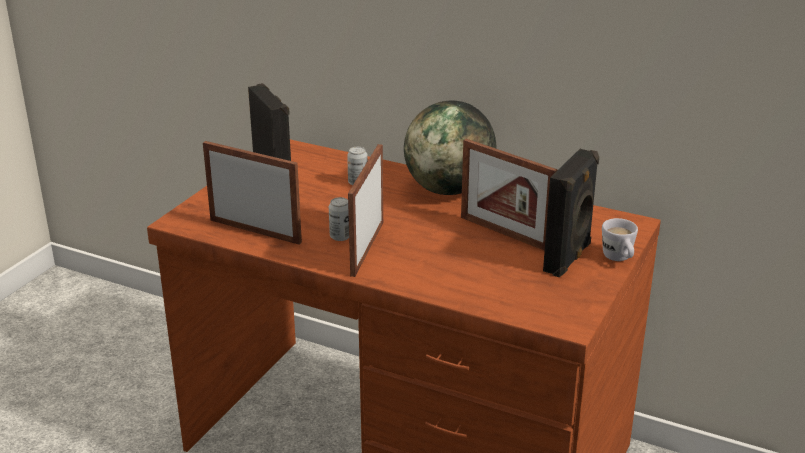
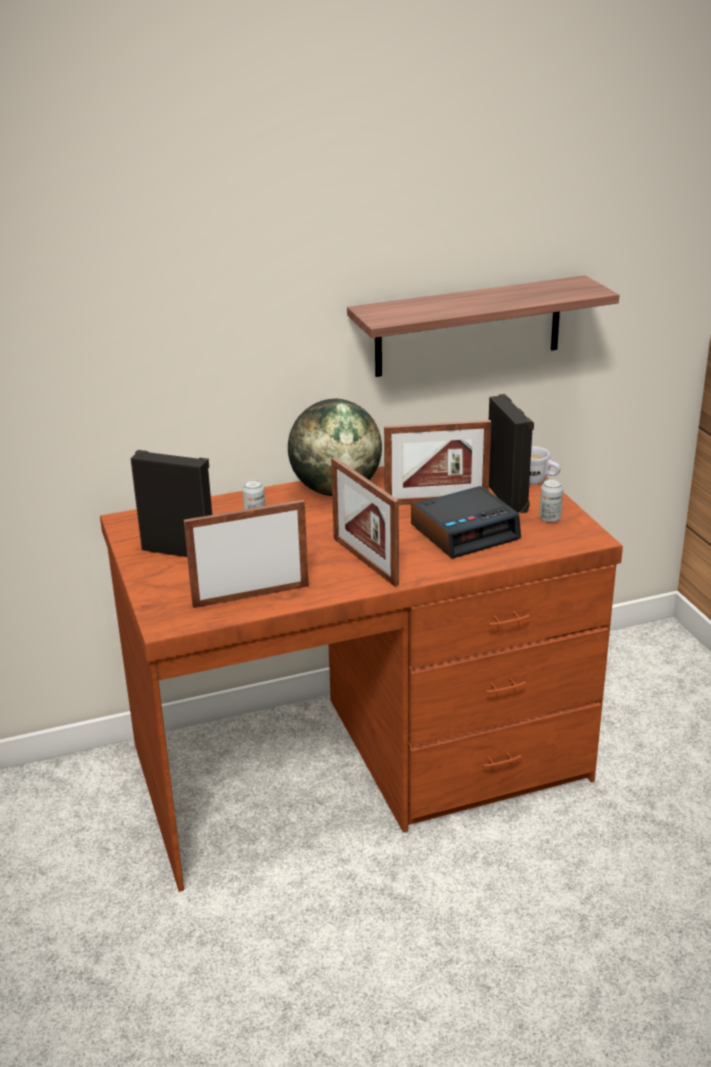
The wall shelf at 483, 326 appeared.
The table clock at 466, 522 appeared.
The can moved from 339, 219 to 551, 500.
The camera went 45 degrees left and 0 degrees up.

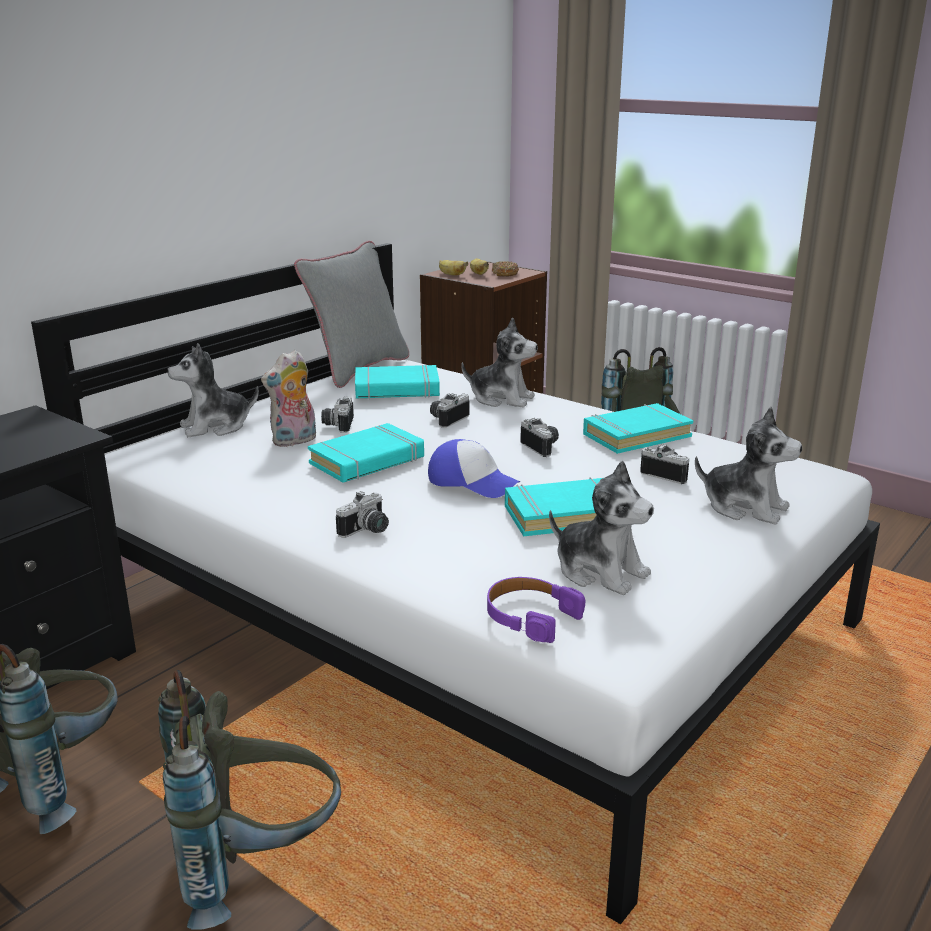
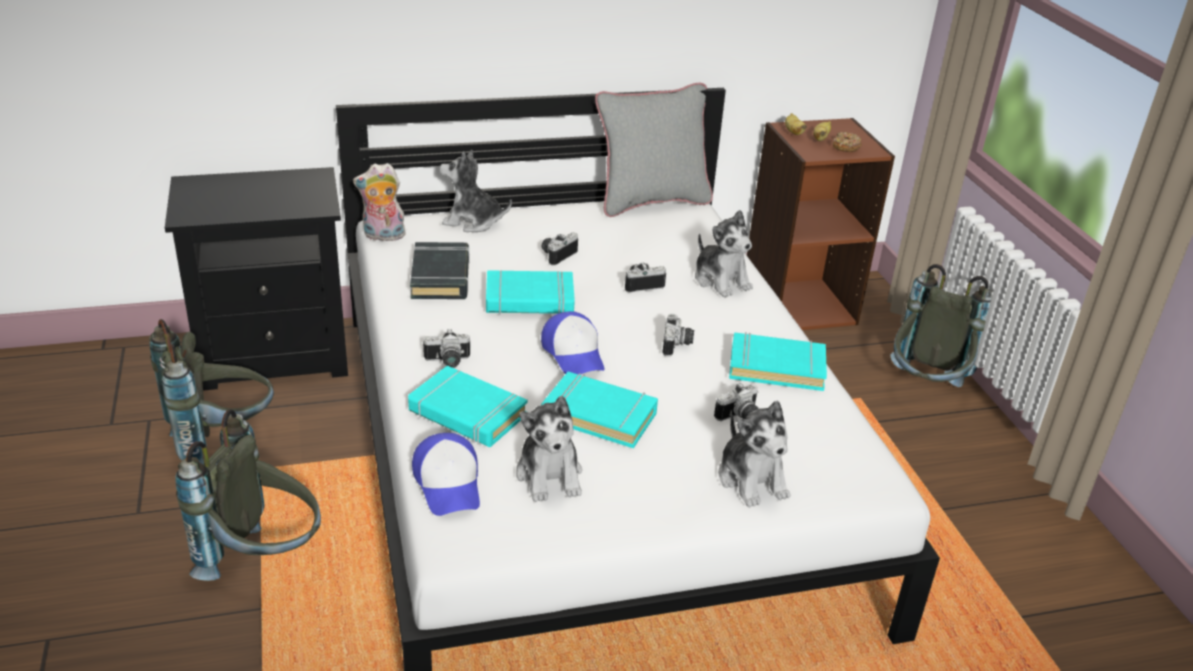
The cuddly toy moved from 288, 398 to 379, 202.
The bound book in turquoise moved from 397, 382 to 468, 406.
The bound book in black-coloured at 439, 270 appeared.
The headset in purple at 536, 610 was replaced by the cap at 446, 474.
The still camera at 664, 464 turned 75 degrees clockwise.
The camera went 35 degrees right and 10 degrees up.

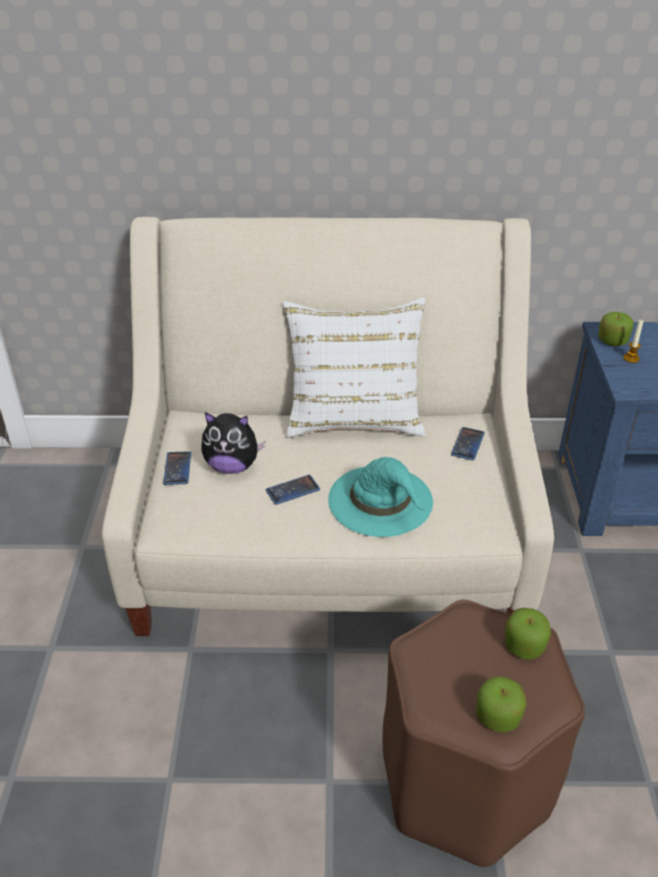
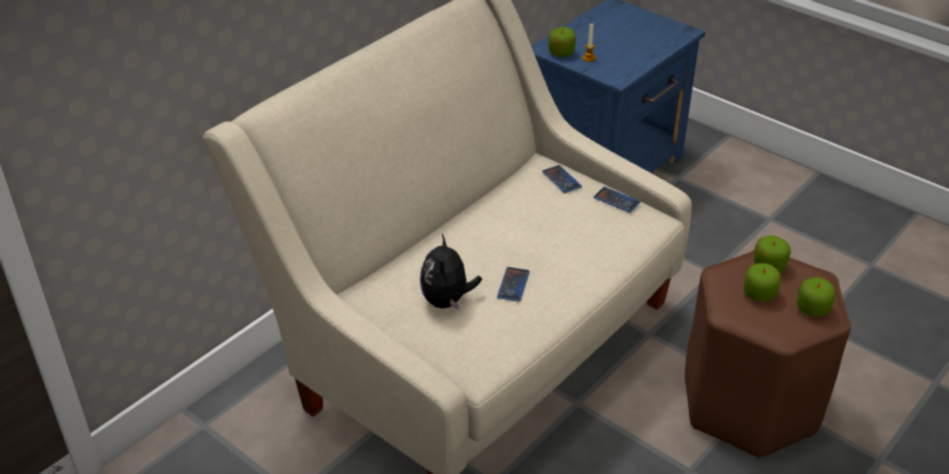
The cuddly toy at 233, 443 turned 135 degrees clockwise.
The telephone moved from 177, 468 to 617, 200.
The whole apple at 762, 282 appeared.
The throw pillow in white-coloured at 354, 368 disappeared.
The clothing hat in turquoise at 380, 497 disappeared.
The camera went 50 degrees left and 0 degrees up.

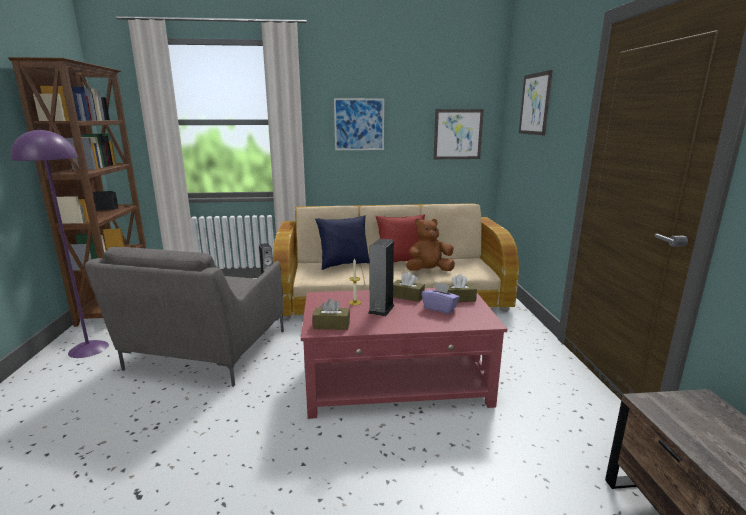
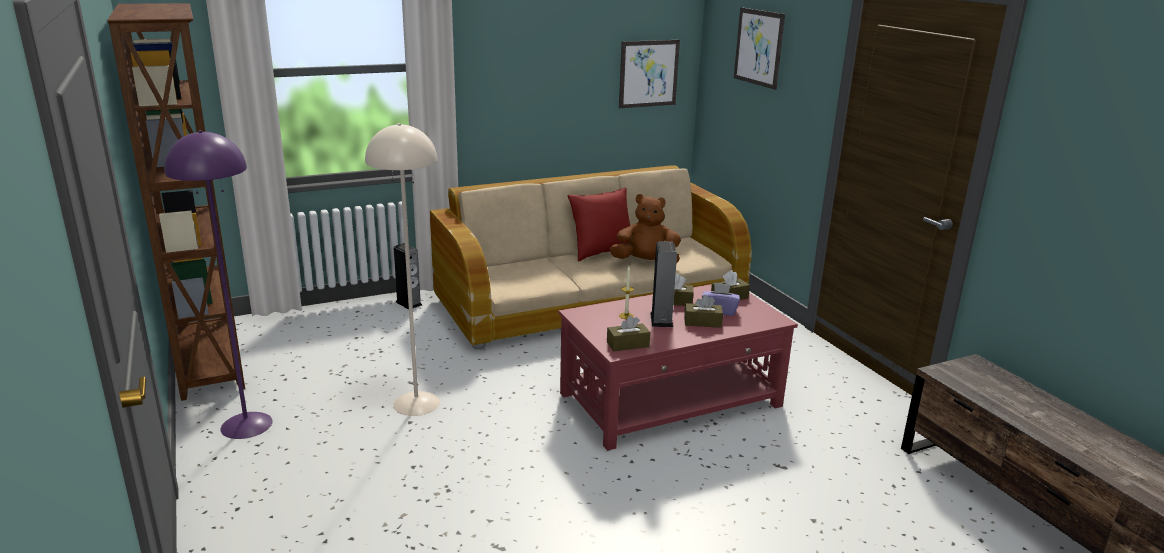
The lounge chair in gray at 184, 316 was replaced by the standing lamp in sand-coloured at 402, 269.
The cuddly toy in brown at 430, 244 turned 45 degrees clockwise.
The tissue holder in brown at 703, 311 appeared.
The throw pillow in blue-coloured at 342, 243 disappeared.
The wall art at 359, 124 disappeared.
The camera went 20 degrees left and 5 degrees up.

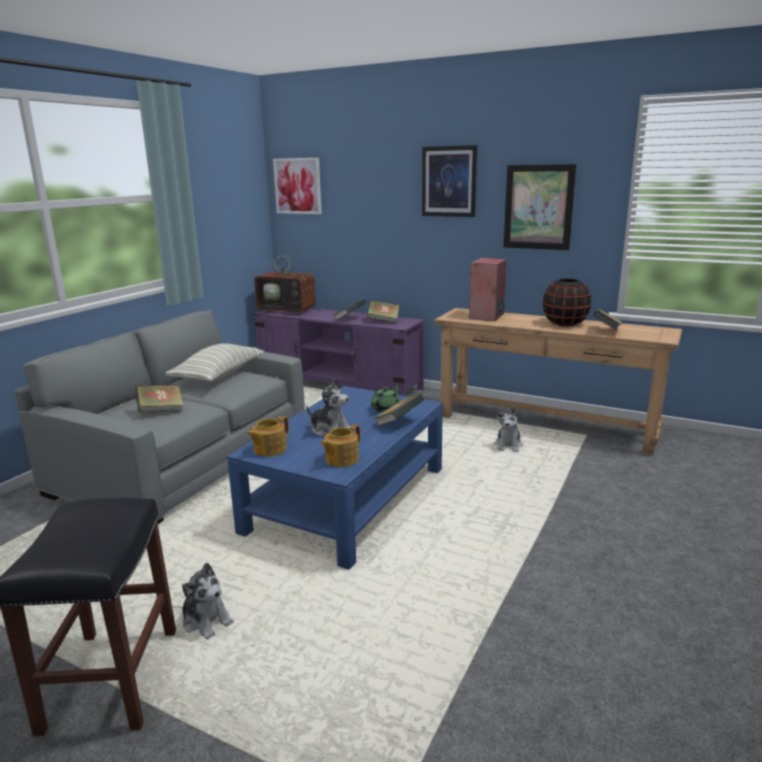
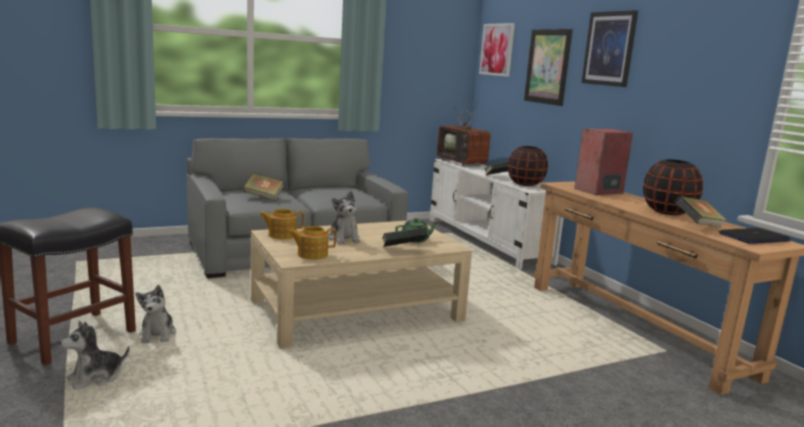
The cuddly toy moved from 509, 429 to 94, 355.
The coffee table in blue-coloured at 335, 478 became the coffee table in sand-coloured at 361, 284.
The media console in purple at 339, 352 became the media console in white-coloured at 497, 214.
The bound book at 383, 311 was replaced by the flower vase in black-coloured at 528, 166.
The wall art moved from 540, 207 to 548, 67.
The portable computer at 755, 236 appeared.
The throw pillow at 214, 362 disappeared.
The camera went 35 degrees right and 5 degrees down.

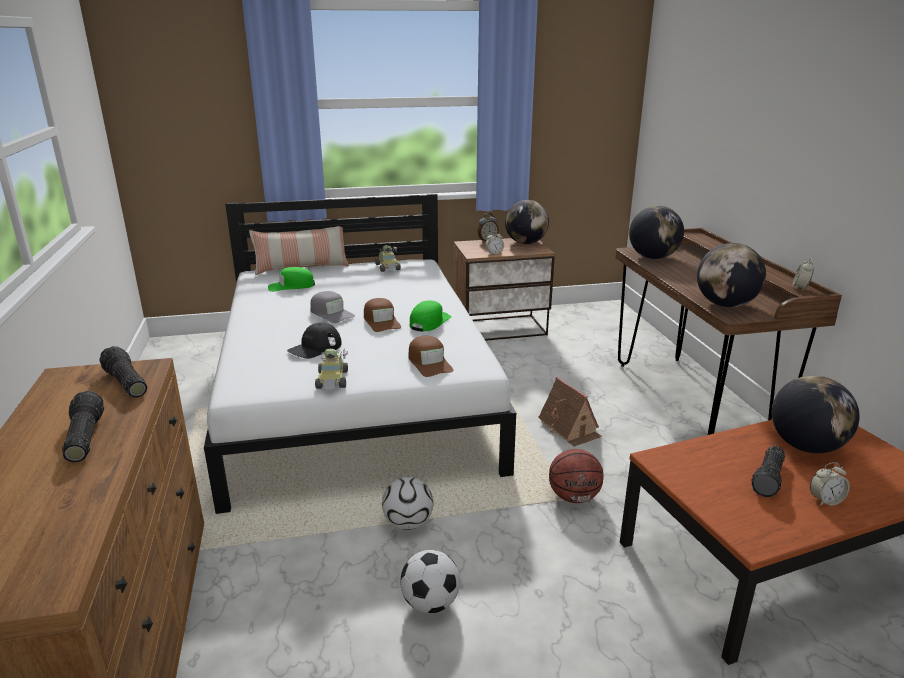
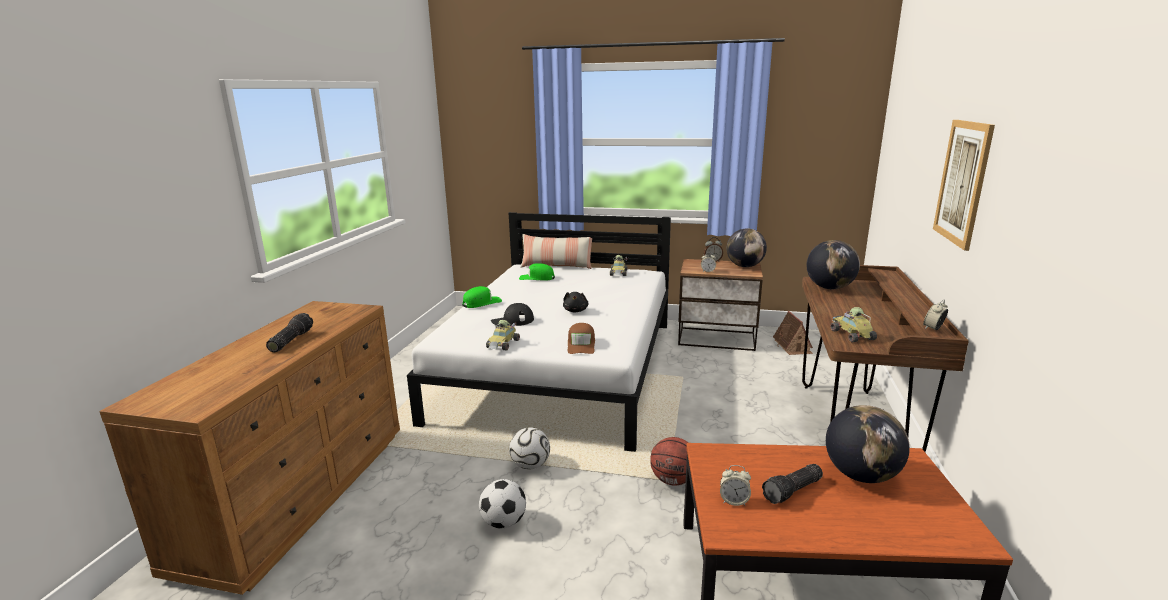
The cap in green moved from 431, 316 to 482, 297.
The cap in brown at 382, 315 was replaced by the cuddly toy in black-coloured at 576, 302.
The table clock moved from 830, 484 to 735, 485.
The miniature house moved from 570, 412 to 793, 333.
The desk globe at 731, 275 was replaced by the toy car at 853, 325.
The wall art at 964, 185 appeared.
The flashlight at 123, 372 disappeared.
The cap in gray at 332, 307 disappeared.
The camera went 25 degrees right and 5 degrees down.

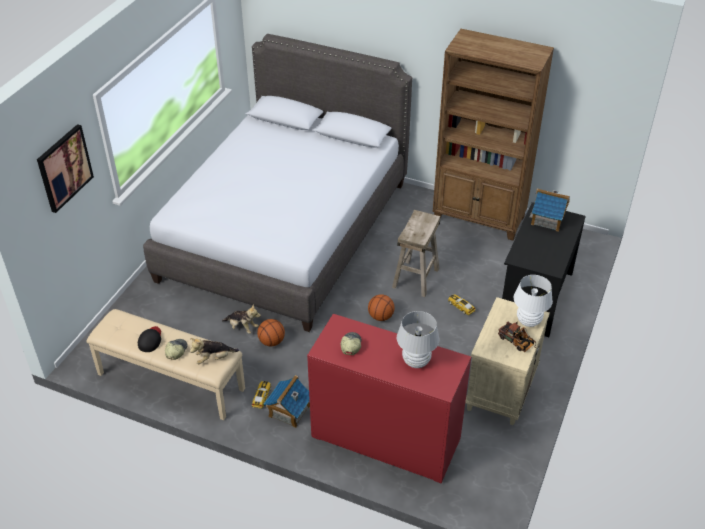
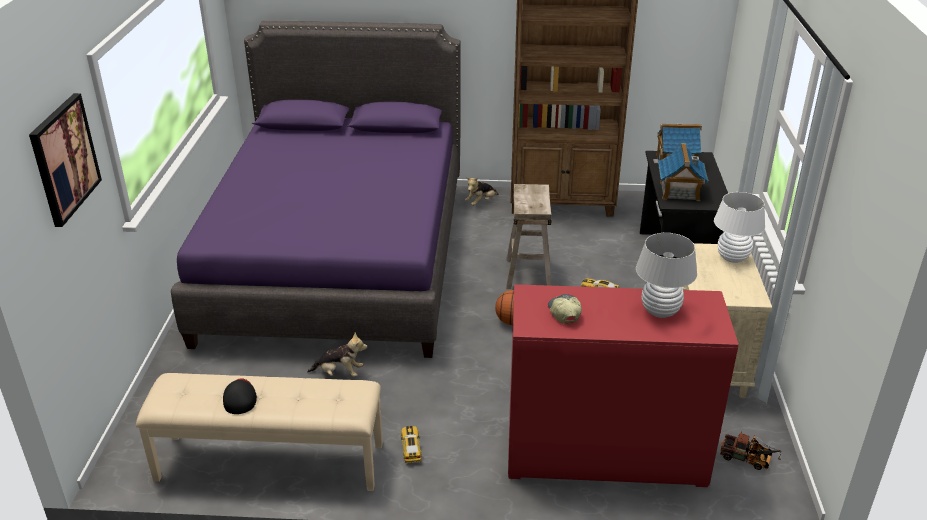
The sleeping bed in gray at 277, 183 became the sleeping bed in purple at 315, 189.
The cuddly toy moved from 214, 351 to 482, 192.
The miniature house moved from 286, 401 to 683, 172.
The toy lorry moved from 517, 336 to 750, 450.
The cap at 176, 349 disappeared.
The basketball at 271, 332 disappeared.
The camera went 20 degrees left and 10 degrees down.

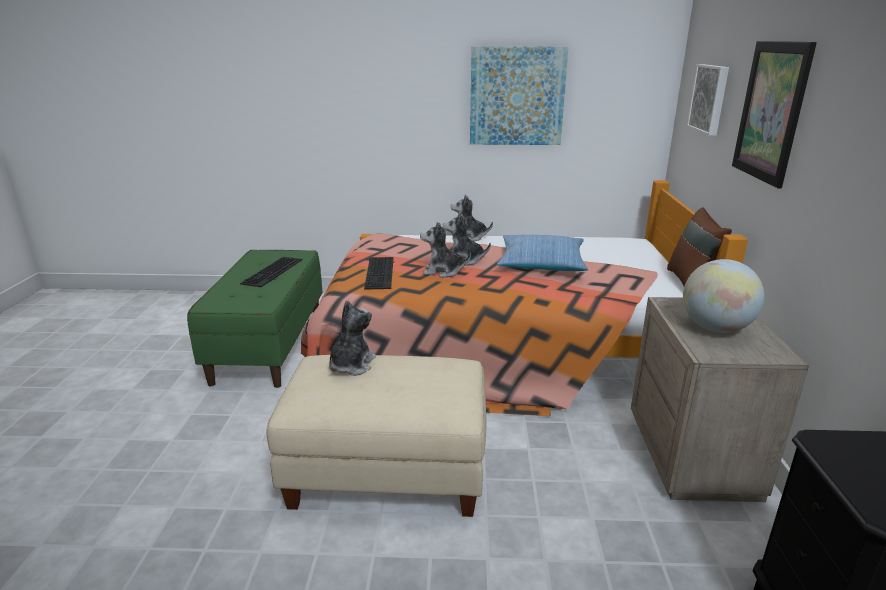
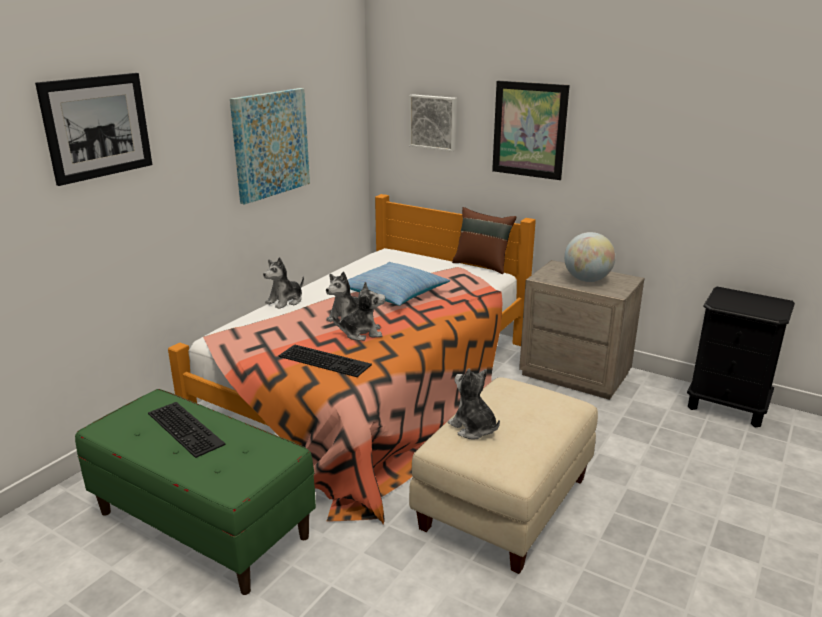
The wall art at 93, 129 appeared.
The cuddly toy at 445, 249 turned 135 degrees counterclockwise.
The camera went 60 degrees left and 0 degrees up.

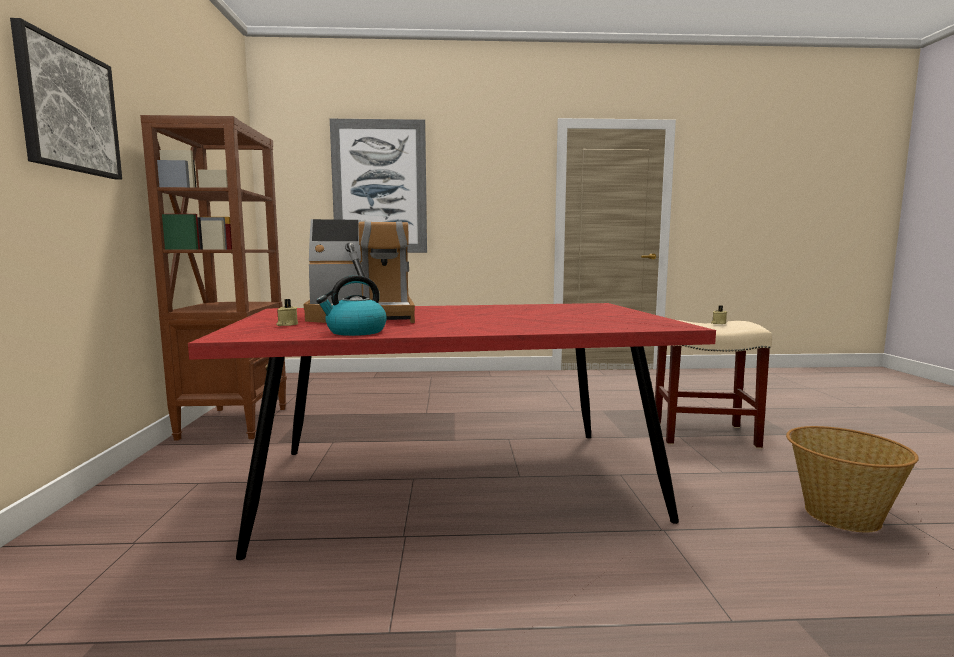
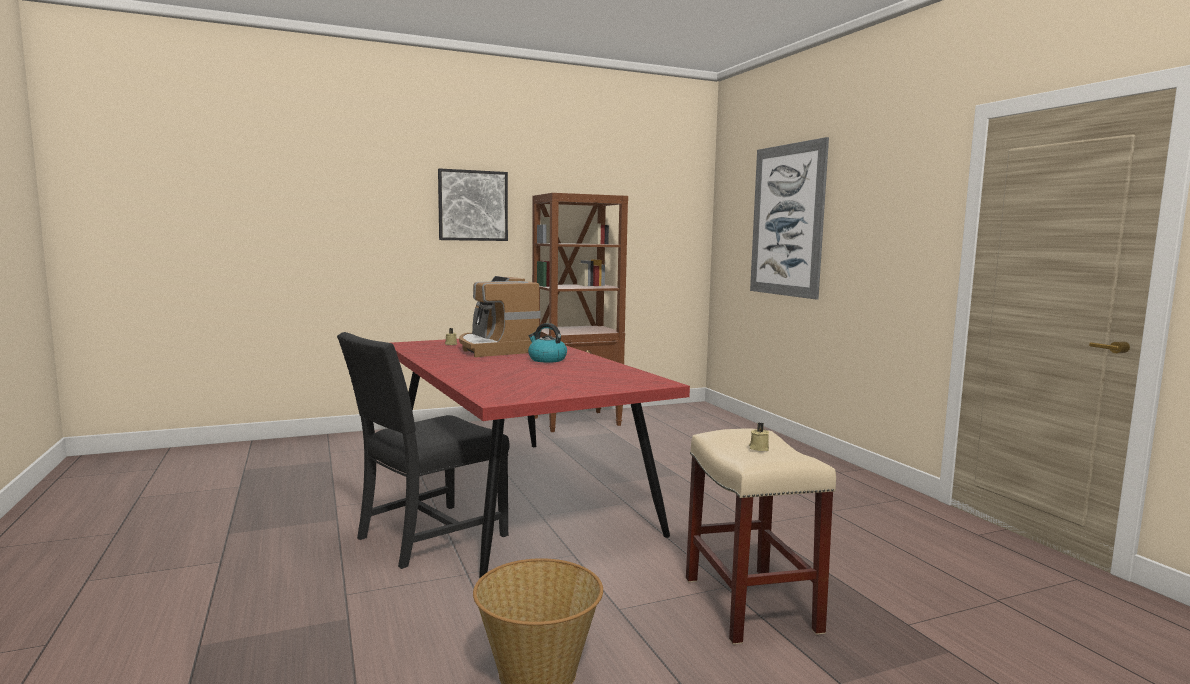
The plain chair in black-coloured at 423, 450 appeared.
The tea kettle moved from 351, 305 to 547, 343.
The camera went 70 degrees right and 0 degrees up.

